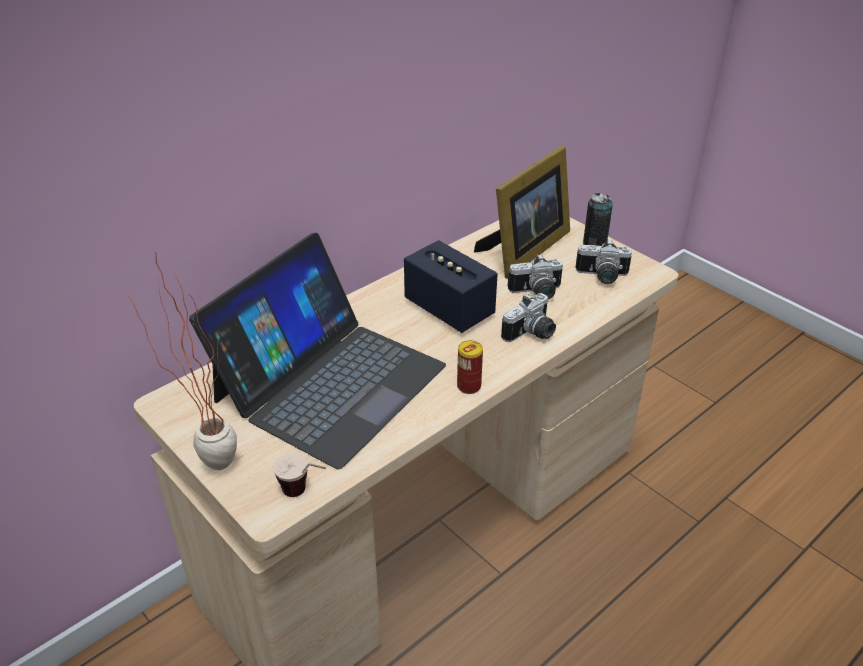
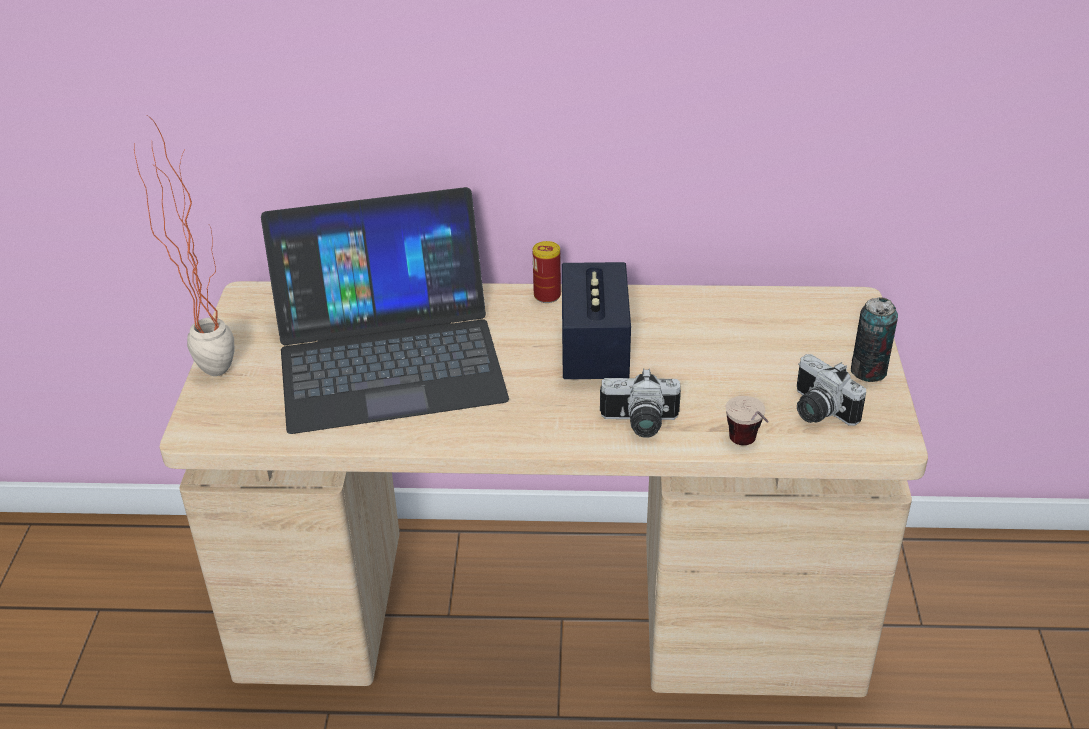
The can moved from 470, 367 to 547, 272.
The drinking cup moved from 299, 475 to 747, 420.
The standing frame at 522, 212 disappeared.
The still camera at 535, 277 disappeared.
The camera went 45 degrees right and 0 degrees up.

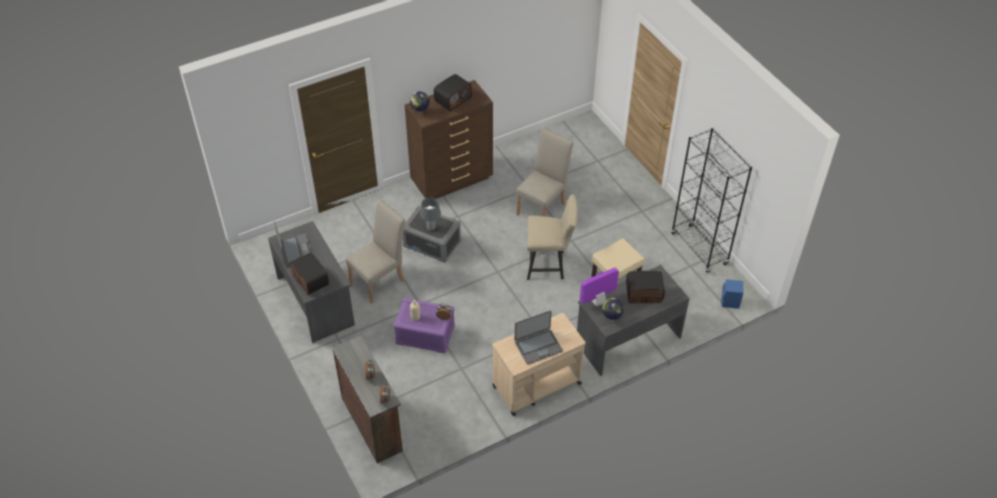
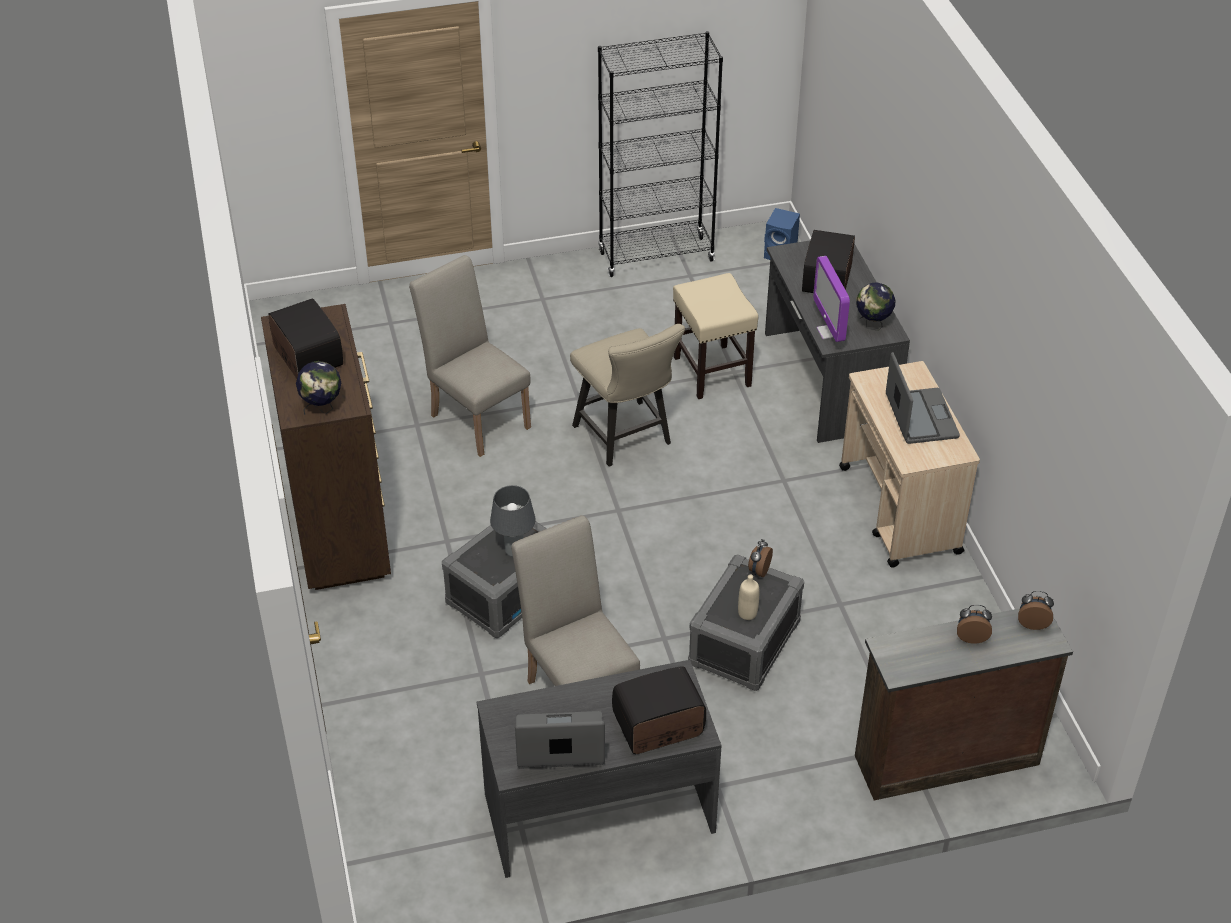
The plain chair in sand-coloured at 552, 237 turned 135 degrees clockwise.
The storage box in purple at 424, 325 became the storage box in gray at 746, 623.
The camera went 75 degrees left and 5 degrees down.

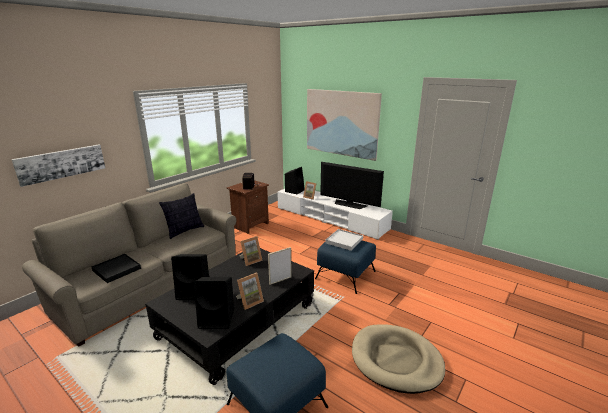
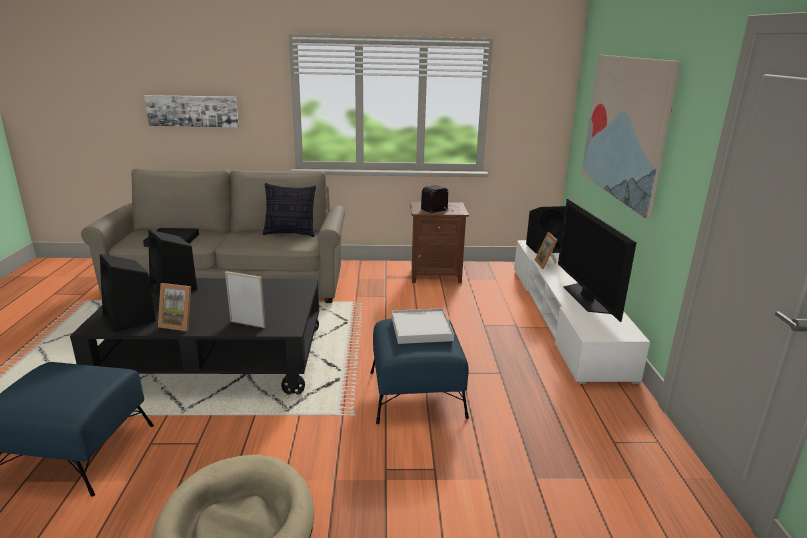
The standing frame at 251, 251 disappeared.
The camera went 50 degrees right and 0 degrees up.

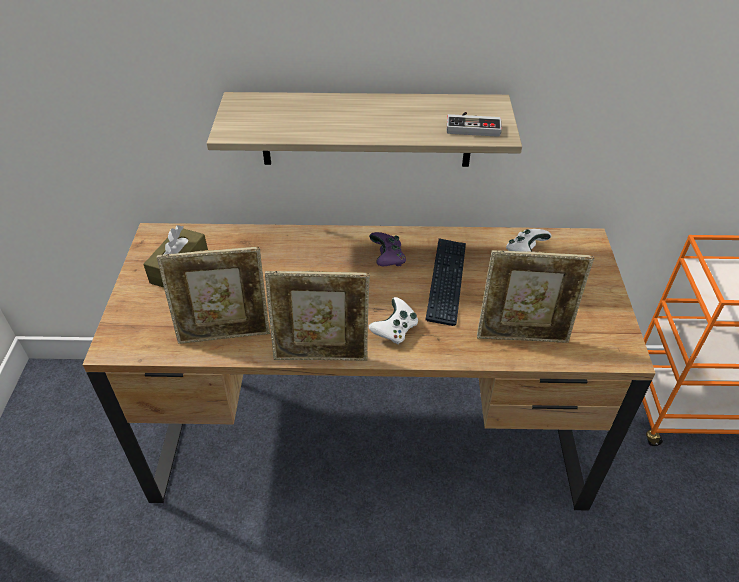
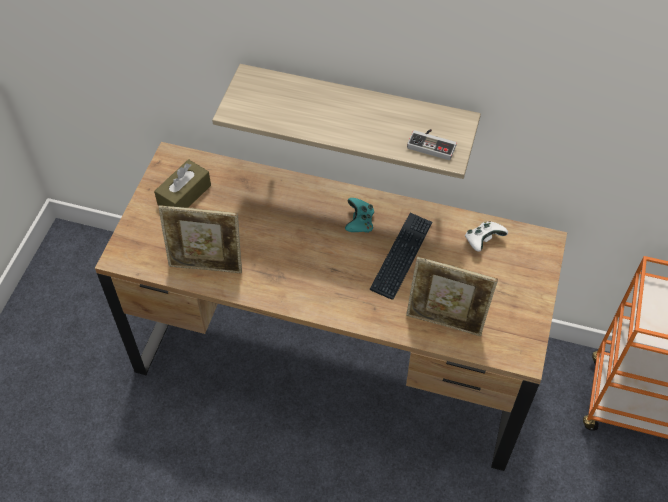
The gamepad in purple at 387, 249 became the gamepad in turquoise at 359, 215.
The standing frame at 317, 316 disappeared.
The gamepad in white-coloured at 393, 321 disappeared.
The camera went 15 degrees right and 10 degrees up.

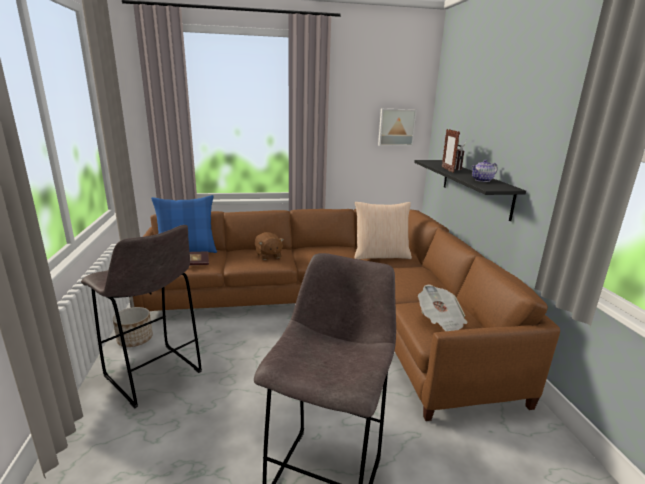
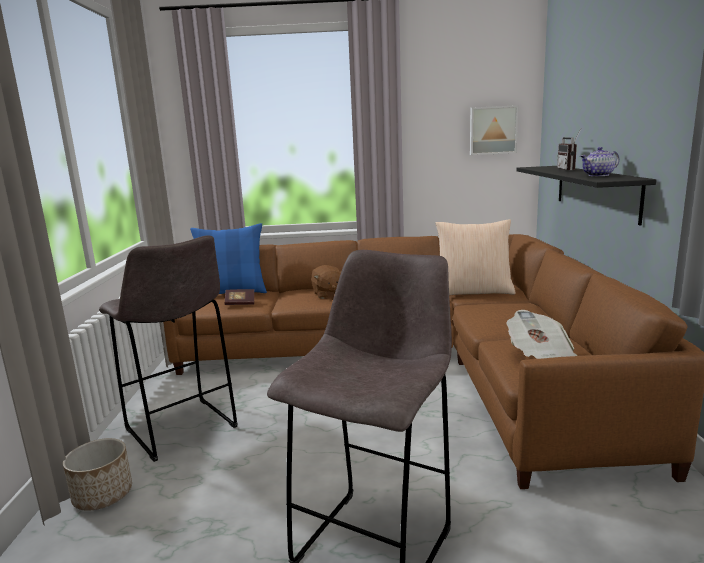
The plant pot moved from 133, 327 to 97, 474.
The standing frame at 451, 151 disappeared.
The camera went 10 degrees right and 5 degrees down.

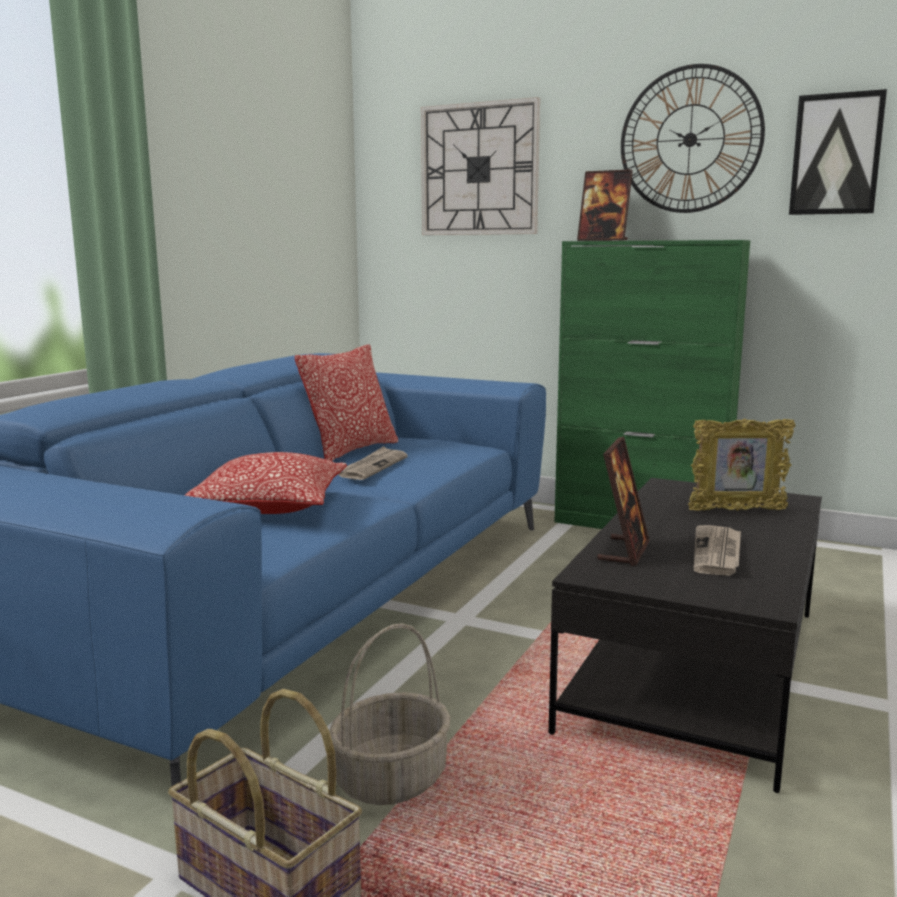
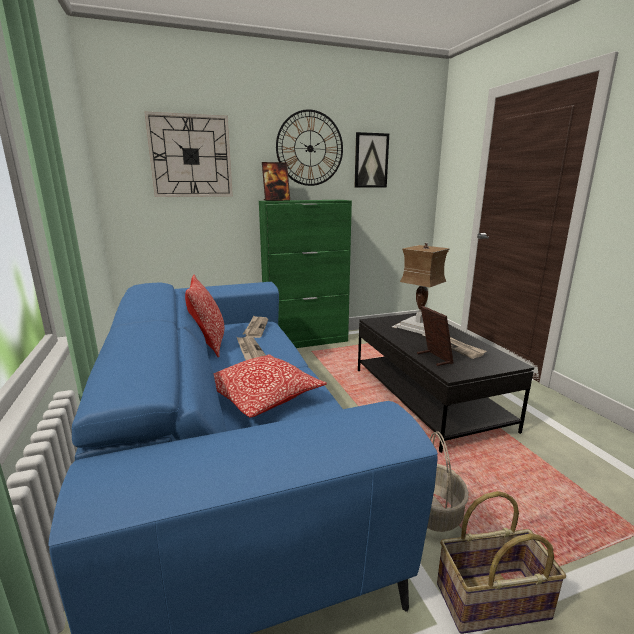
The daily paper at 255, 326 appeared.
The standing frame at 741, 464 was replaced by the tabletop lamp at 421, 289.
The camera went 45 degrees left and 5 degrees up.

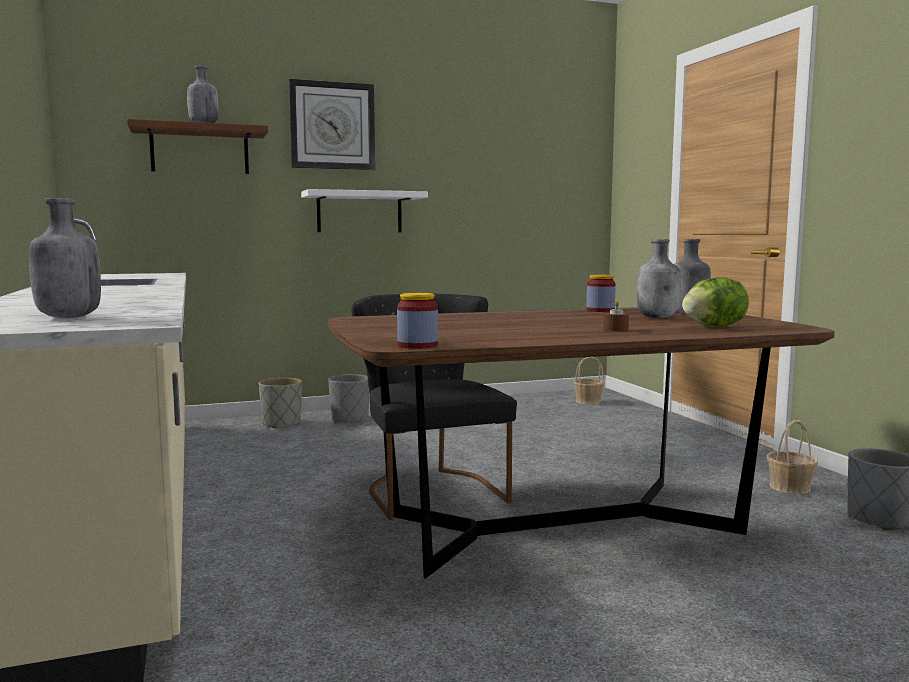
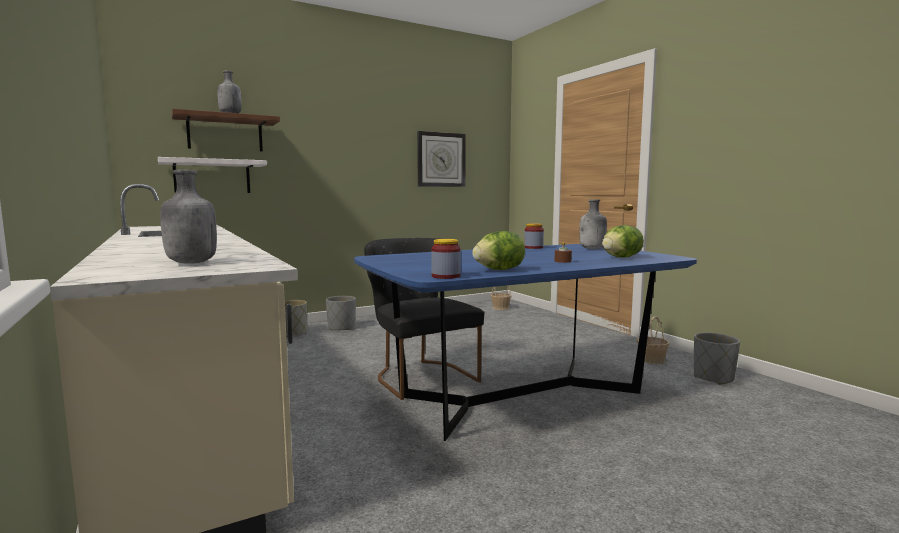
The wall shelf in white-coloured moved from 364, 210 to 212, 175.
The kitchen table in brown at 581, 443 became the kitchen table in blue-coloured at 525, 342.
The wall clock moved from 332, 124 to 441, 159.
The head of lettuce at 498, 250 appeared.
The beverage bottle in gray at 659, 278 disappeared.
The camera went 10 degrees left and 0 degrees up.

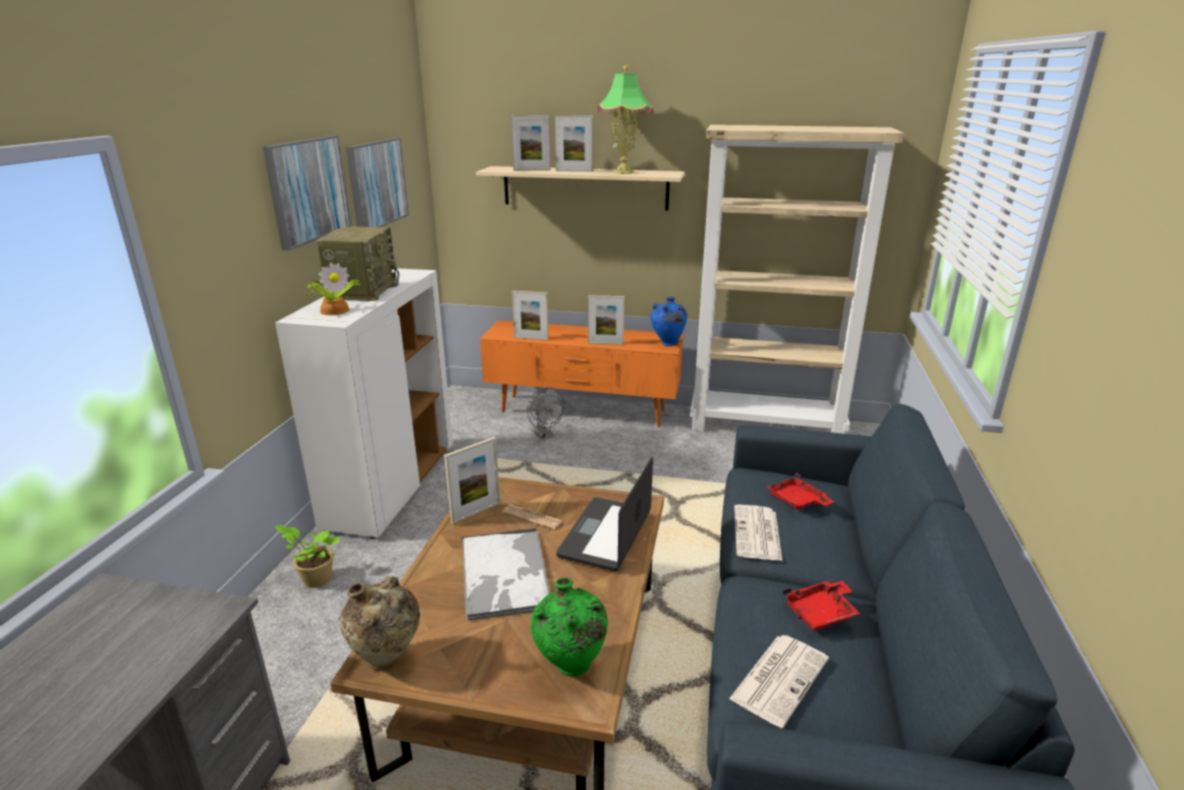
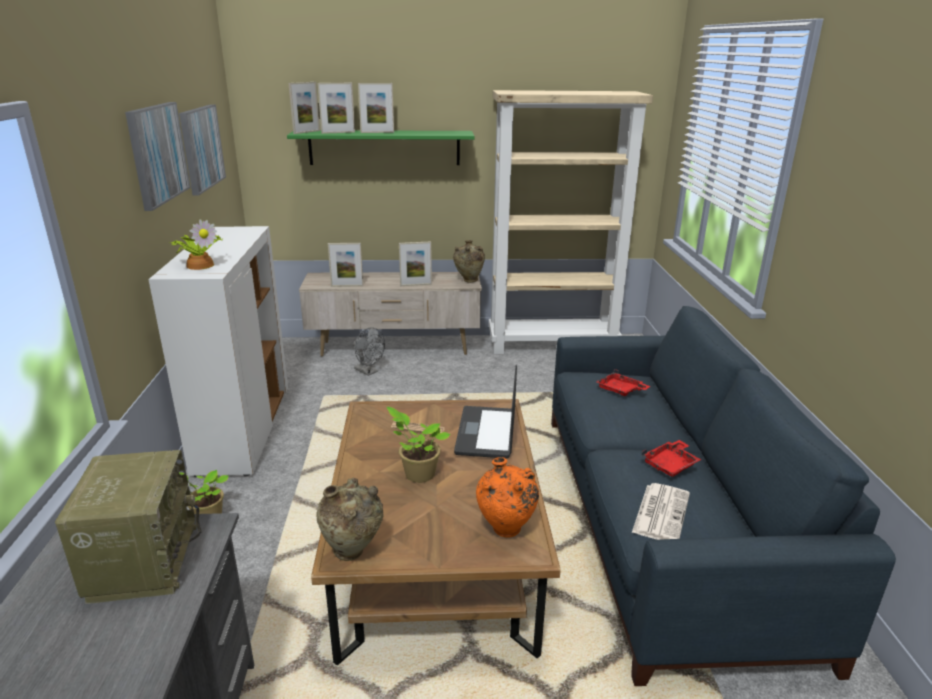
The radio set moved from 357, 263 to 128, 527.
The wall shelf in sand-coloured at 580, 188 became the wall shelf in green at 381, 147.
The standing frame moved from 472, 480 to 304, 108.
The media console in orange-coloured at 582, 374 became the media console in sand-coloured at 390, 314.
The carrying tray at 506, 574 was replaced by the houseplant at 419, 445.
The flower vase in blue-coloured at 668, 321 became the flower vase in sand-coloured at 469, 261.
The flower vase in green at 569, 627 became the flower vase in orange-coloured at 507, 497.
The tabletop lamp at 625, 119 disappeared.
The daily paper at 758, 533 disappeared.
The camera went 15 degrees left and 0 degrees up.

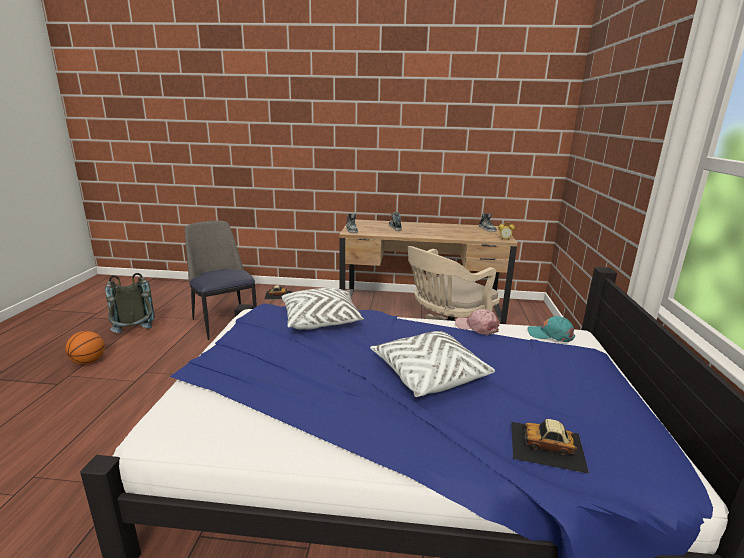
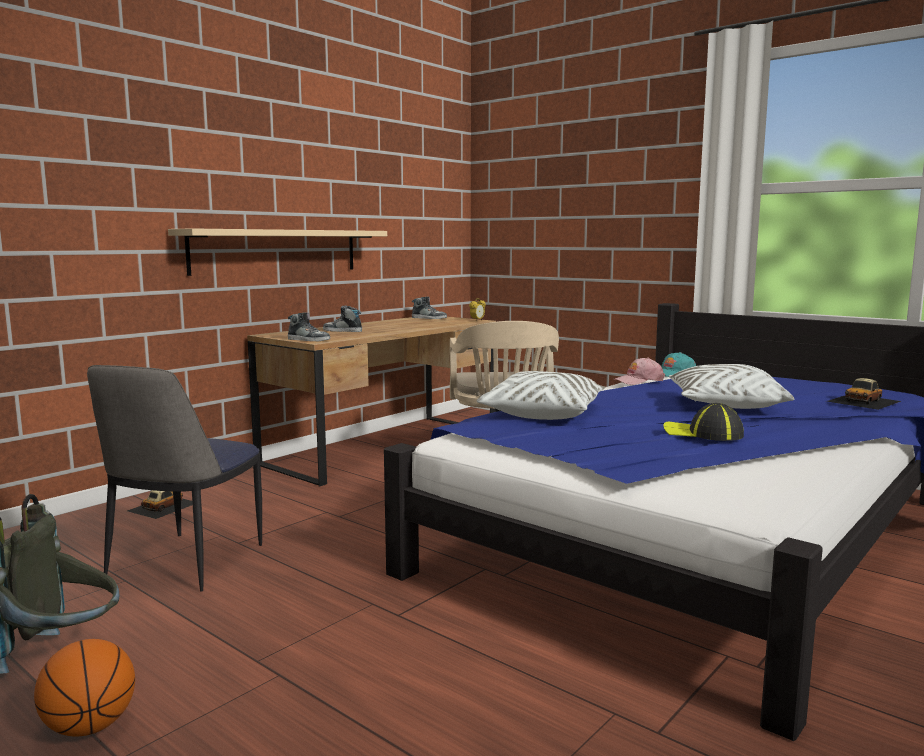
The plain chair at 221, 280 turned 75 degrees counterclockwise.
The wall shelf in sand-coloured at 277, 252 appeared.
The cap at 703, 422 appeared.
The camera went 55 degrees left and 10 degrees down.

